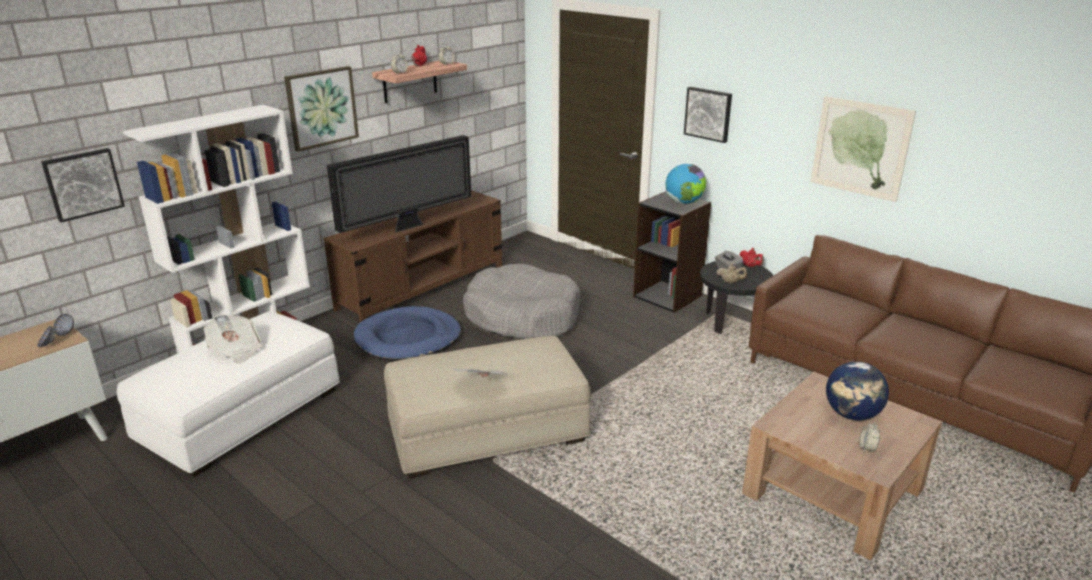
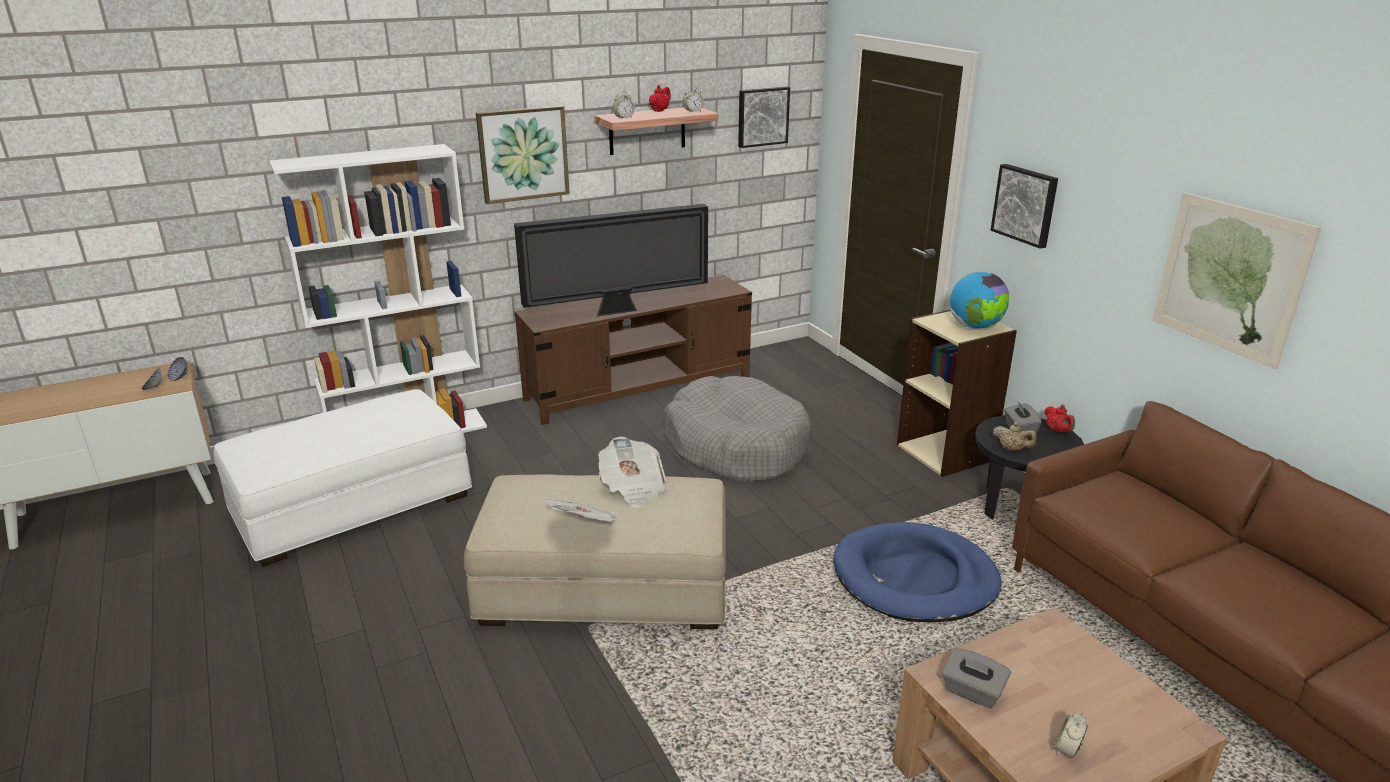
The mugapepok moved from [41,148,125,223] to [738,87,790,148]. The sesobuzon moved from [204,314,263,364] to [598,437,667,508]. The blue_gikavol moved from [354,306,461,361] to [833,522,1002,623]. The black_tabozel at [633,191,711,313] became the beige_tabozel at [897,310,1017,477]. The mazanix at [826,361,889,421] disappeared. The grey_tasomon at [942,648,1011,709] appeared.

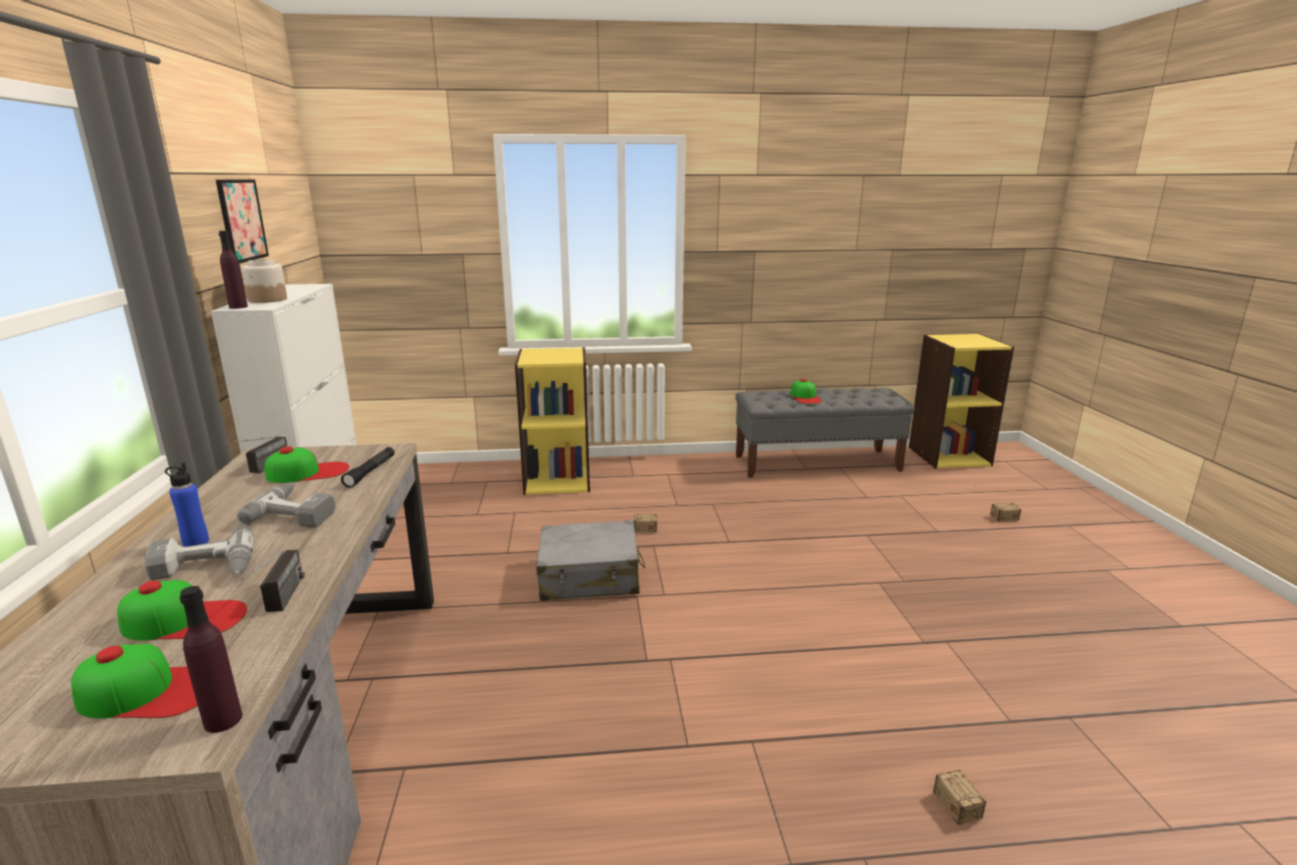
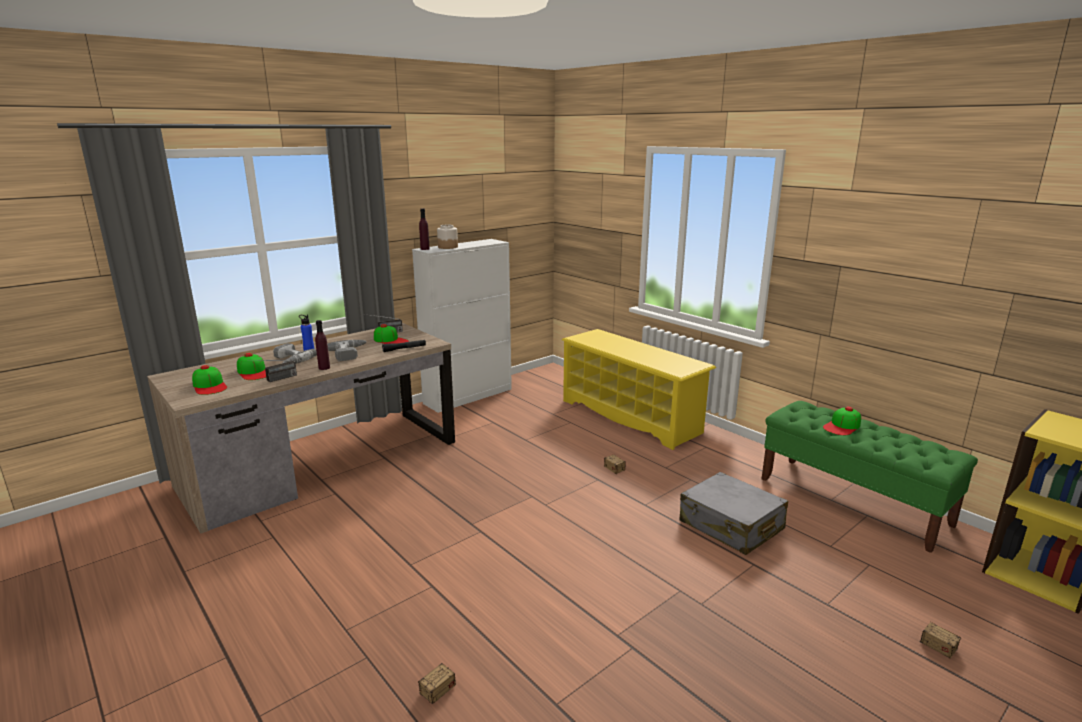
The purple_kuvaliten moved from [180,586,242,733] to [315,320,330,370]. The mugapepok at [216,180,269,264] disappeared. The yellow_tabozel at [515,347,590,495] was replaced by the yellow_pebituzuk at [562,329,716,450]. The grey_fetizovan moved from [536,520,646,601] to [680,472,788,555]. The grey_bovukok at [735,387,915,478] became the green_bovukok at [762,401,978,553].

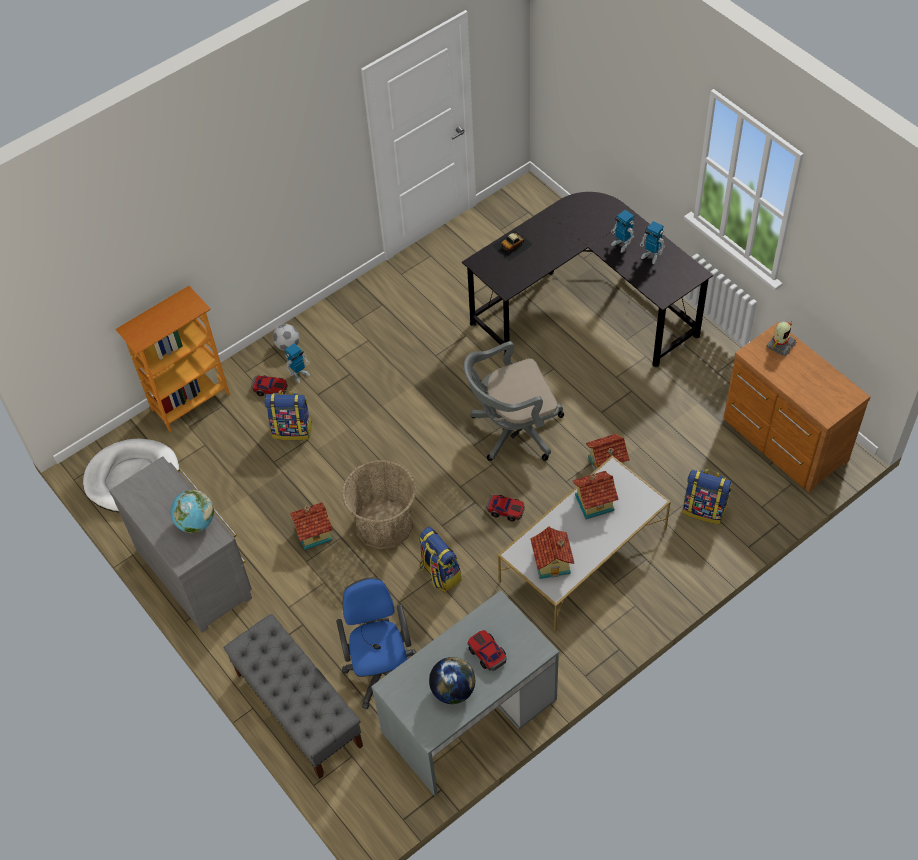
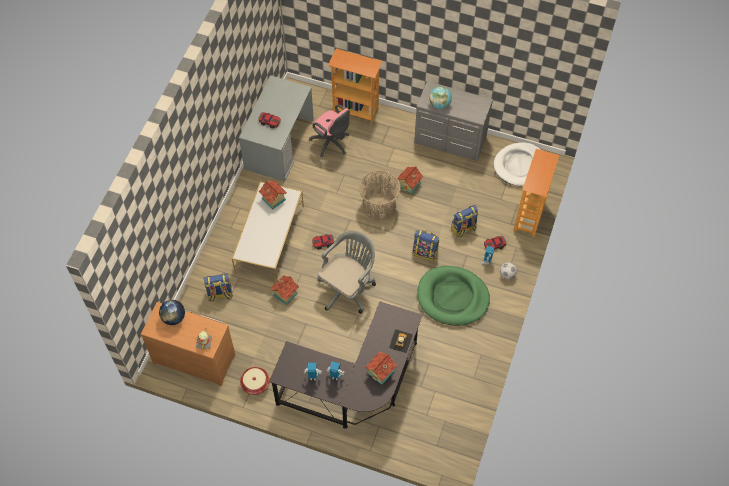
The grey_bovukok at [224,614,363,779] was replaced by the tabozel at [328,49,382,125]. The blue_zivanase at [336,577,417,709] became the pink_zivanase at [309,104,350,157]. The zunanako moved from [418,527,461,592] to [413,230,439,261]. The mazanix moved from [429,657,475,704] to [159,300,185,325]. The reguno moved from [572,471,619,519] to [365,352,397,385]. The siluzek at [240,367,270,395] appeared. The green_gikavol at [418,266,490,326] appeared.

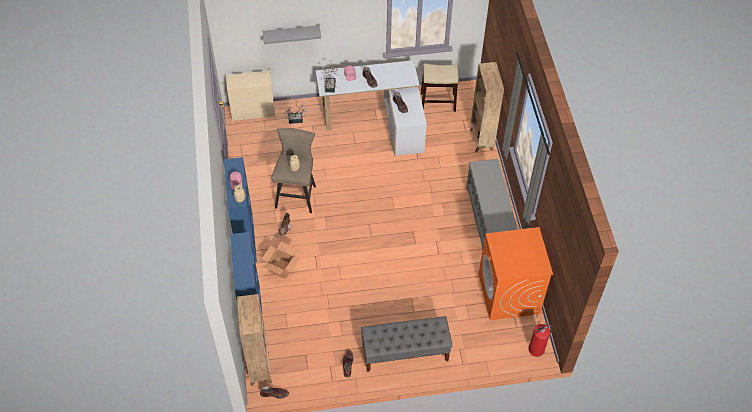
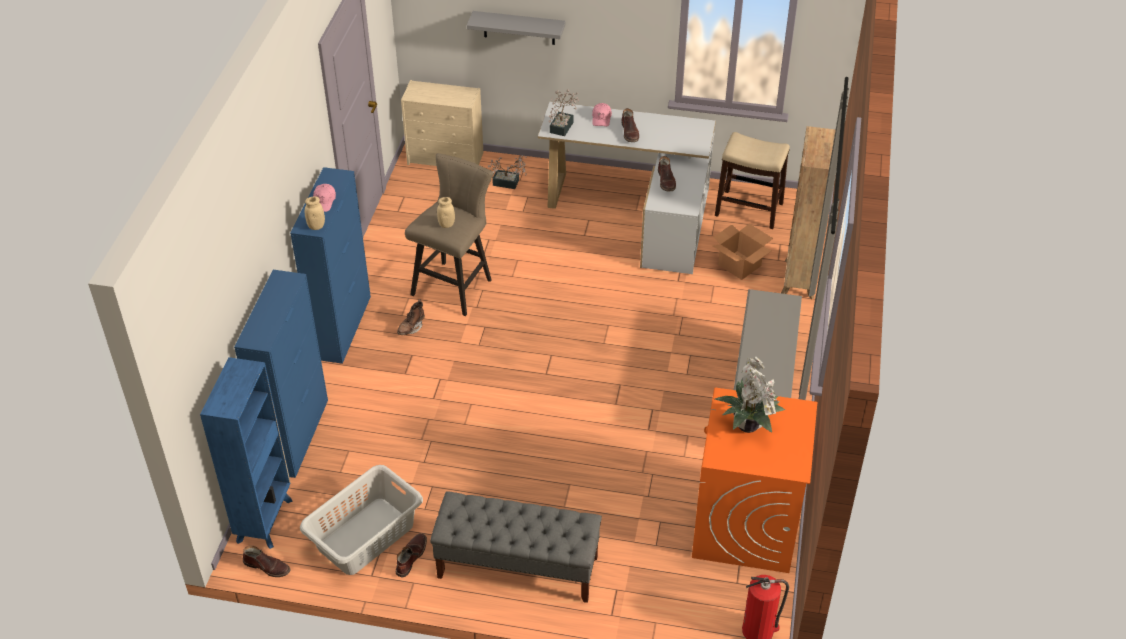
The brown_tabozel at [237,294,272,386] became the blue_tabozel at [200,357,293,549]. The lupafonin moved from [262,242,299,279] to [713,224,773,280]. The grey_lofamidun at [300,465,423,575] appeared. The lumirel at [715,356,785,433] appeared.

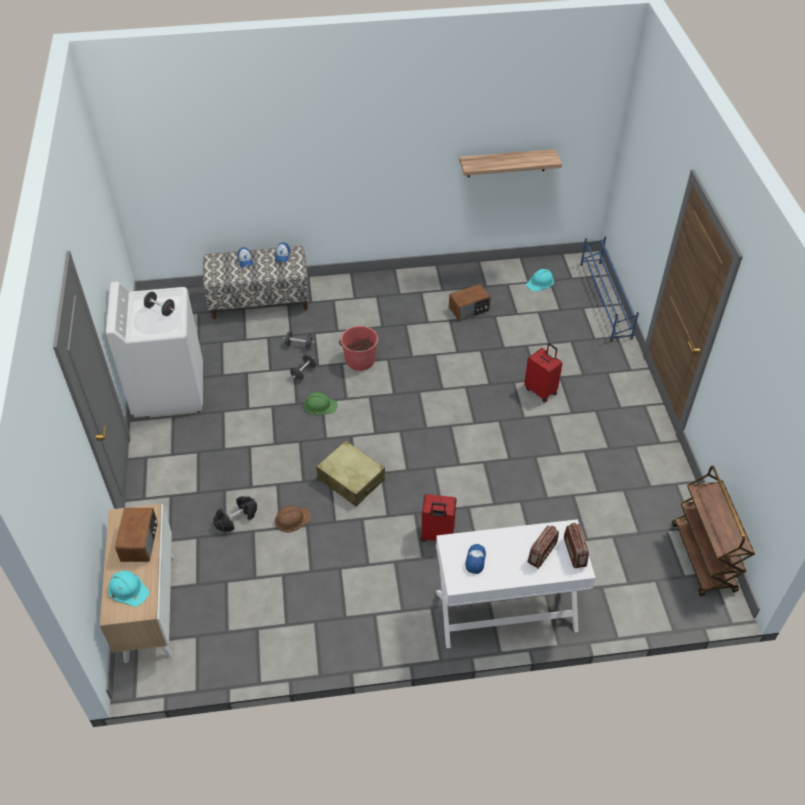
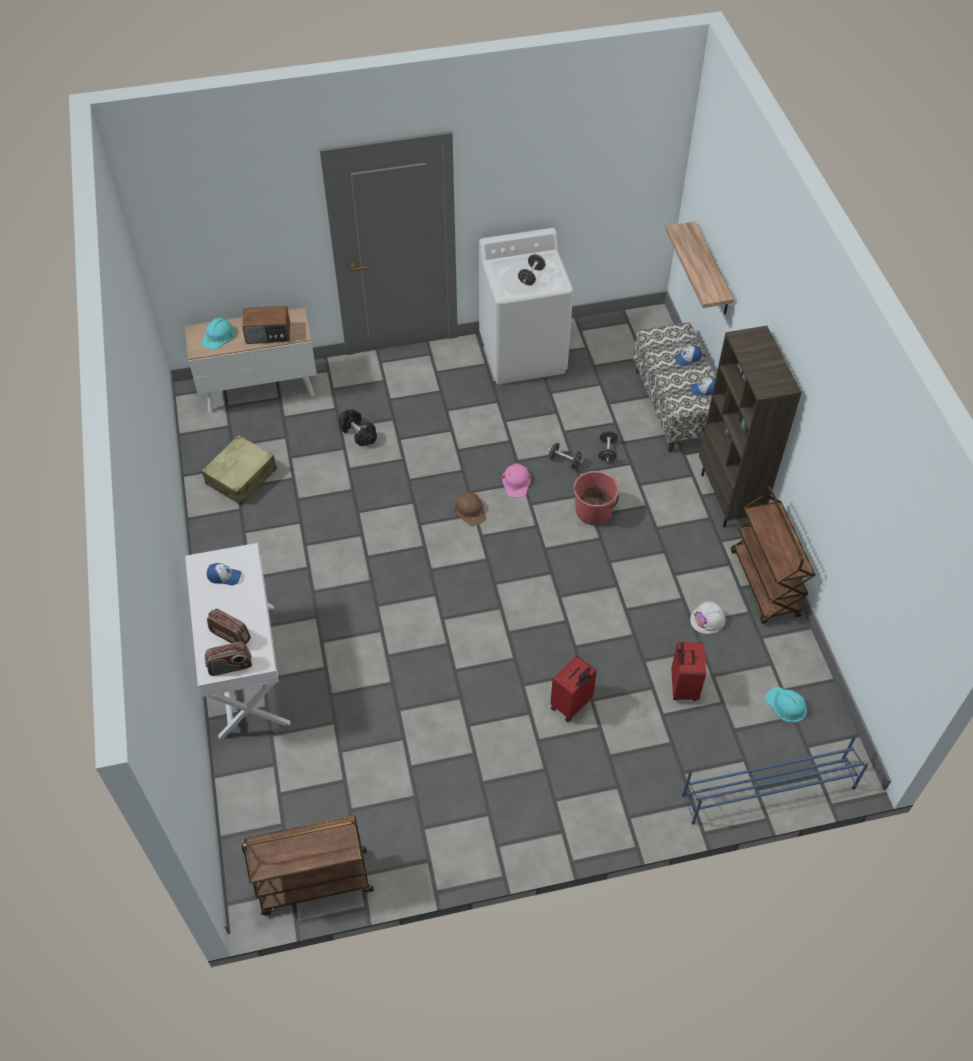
The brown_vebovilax moved from [275,506,312,533] to [454,492,486,526]. The green_vebovilax at [304,392,337,415] became the pink_vebovilax at [502,463,531,498]. The beige_fetizovan moved from [316,441,385,506] to [202,435,277,505]. The red_fetizovan moved from [421,494,456,542] to [671,642,706,701]. The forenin at [449,284,491,321] was replaced by the white_vebovilax at [690,602,726,634]. The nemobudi moved from [459,149,562,177] to [665,221,734,314]. The brown_tabozel at [699,326,802,527] appeared. The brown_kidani at [731,486,815,624] appeared.

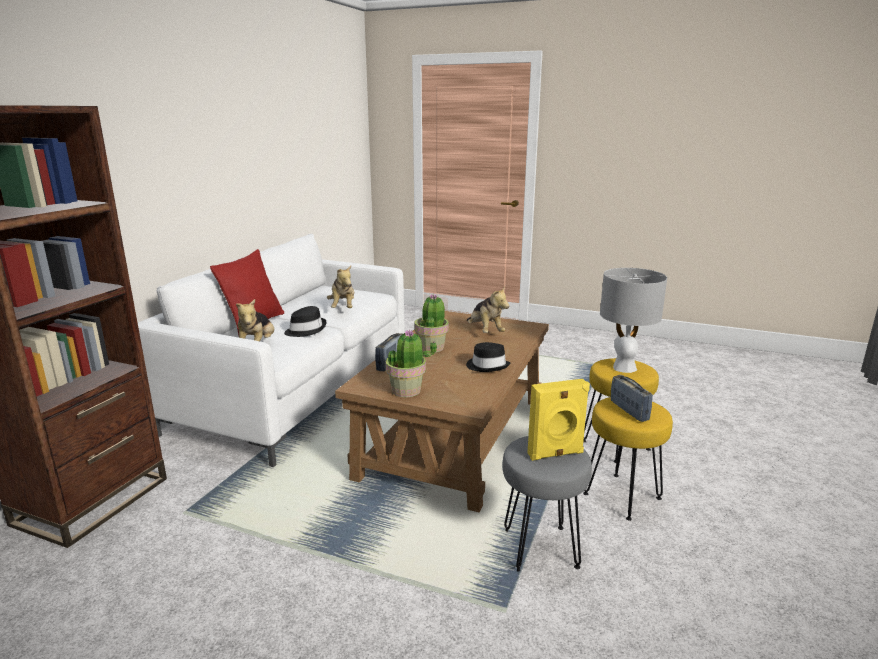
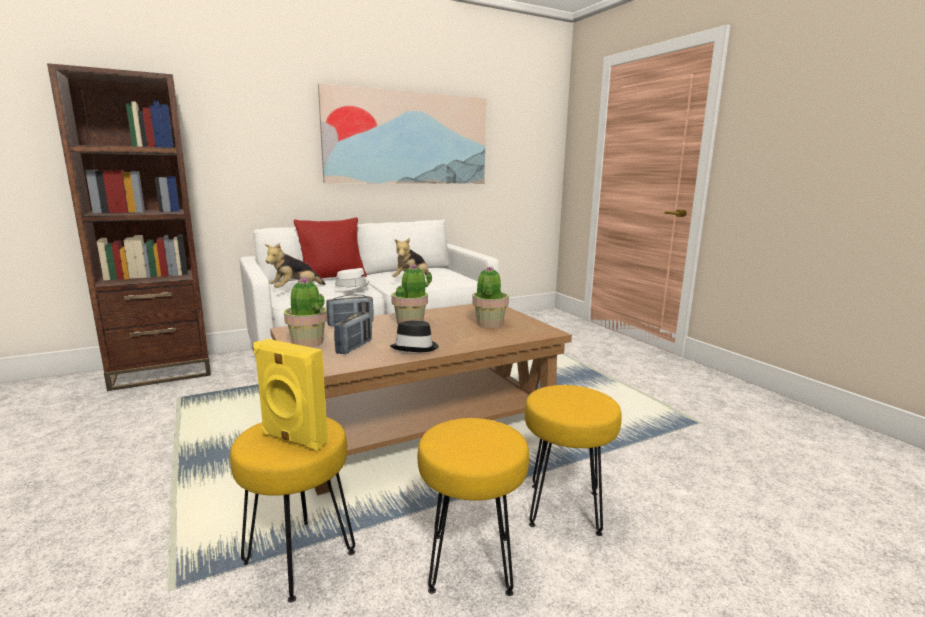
The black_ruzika at [284,306,327,337] became the white_ruzika at [331,268,369,291]. The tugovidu at [467,286,509,333] was replaced by the lumirel at [472,266,509,328]. The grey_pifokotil at [503,436,592,572] became the yellow_pifokotil at [230,417,355,603]. The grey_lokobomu at [600,268,667,373] disappeared. The forenin moved from [611,375,653,422] to [334,312,372,354]. The mugapepok at [318,83,486,184] appeared.

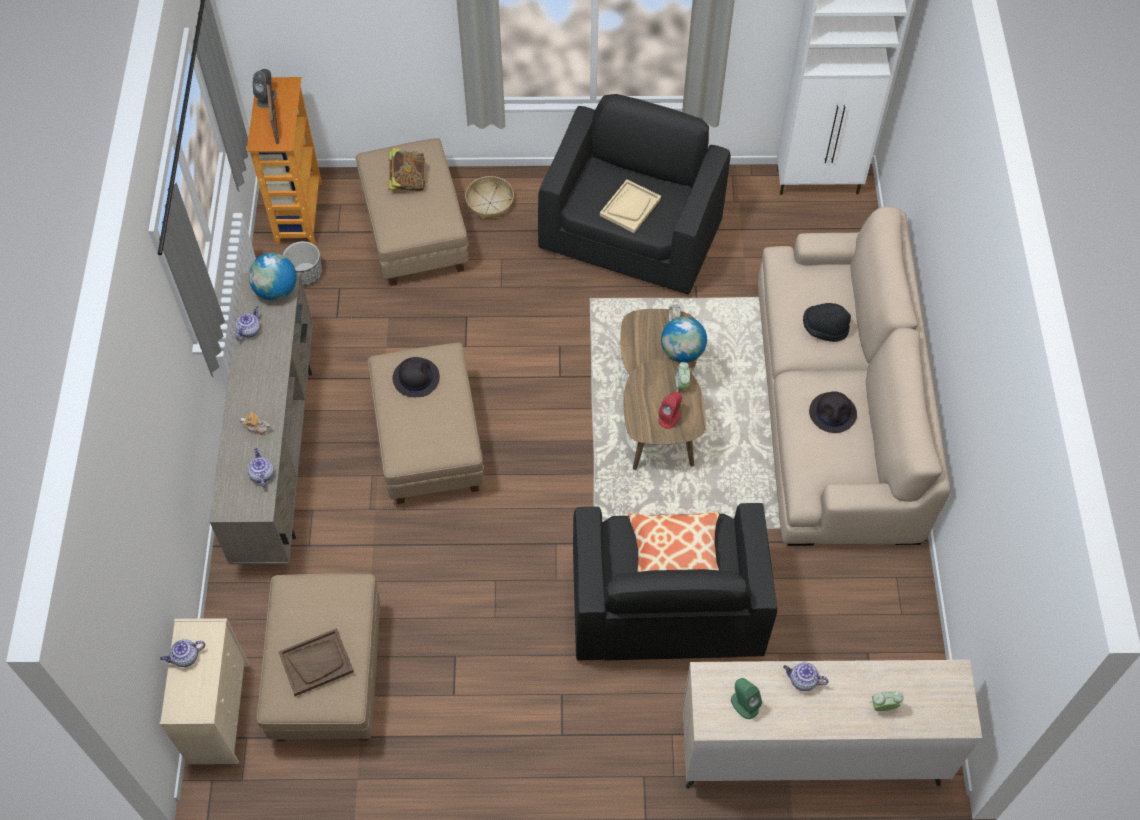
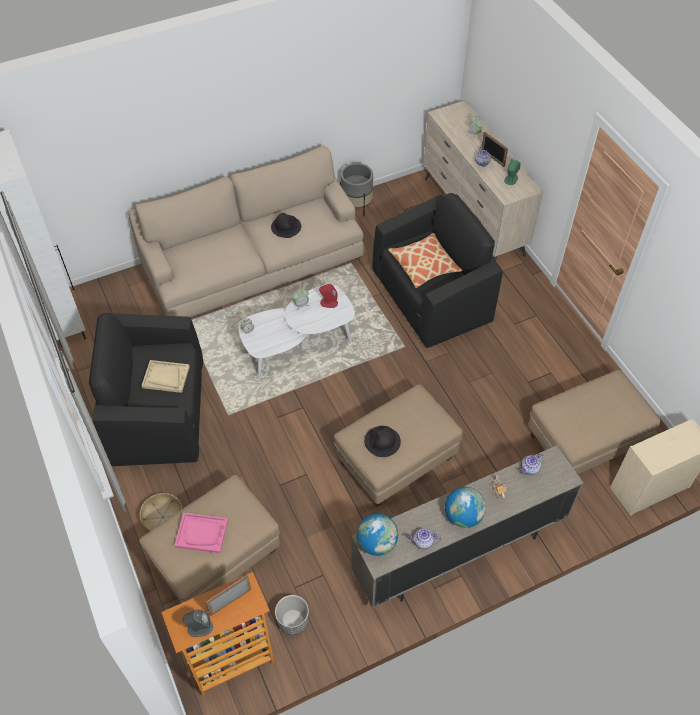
The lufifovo at [160,639,205,667] disappeared. The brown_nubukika at [278,628,354,696] disappeared. The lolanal at [388,148,425,191] was replaced by the pink_nubukika at [174,513,228,553]. The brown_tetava at [620,309,706,470] became the white_tetava at [238,284,355,378]. The mazanix moved from [661,317,707,363] to [445,487,486,528]. The black_ruzika at [803,303,851,342] disappeared. The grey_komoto at [340,163,373,216] appeared. The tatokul at [482,132,508,167] appeared.

